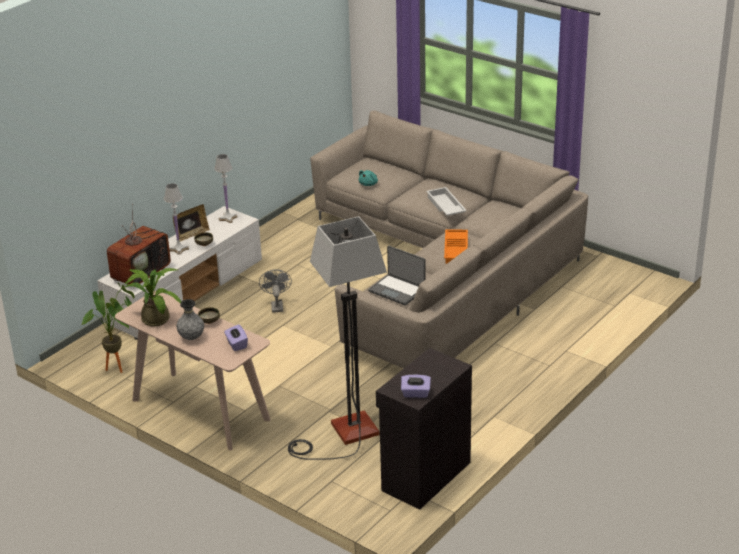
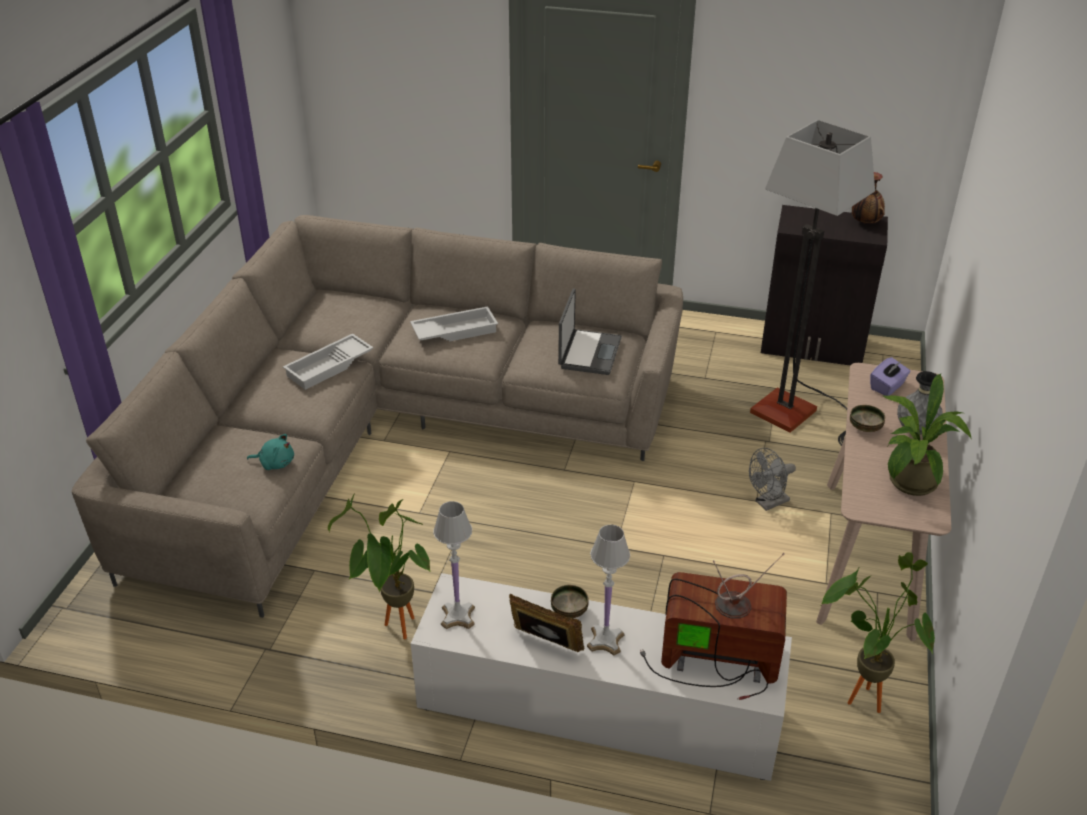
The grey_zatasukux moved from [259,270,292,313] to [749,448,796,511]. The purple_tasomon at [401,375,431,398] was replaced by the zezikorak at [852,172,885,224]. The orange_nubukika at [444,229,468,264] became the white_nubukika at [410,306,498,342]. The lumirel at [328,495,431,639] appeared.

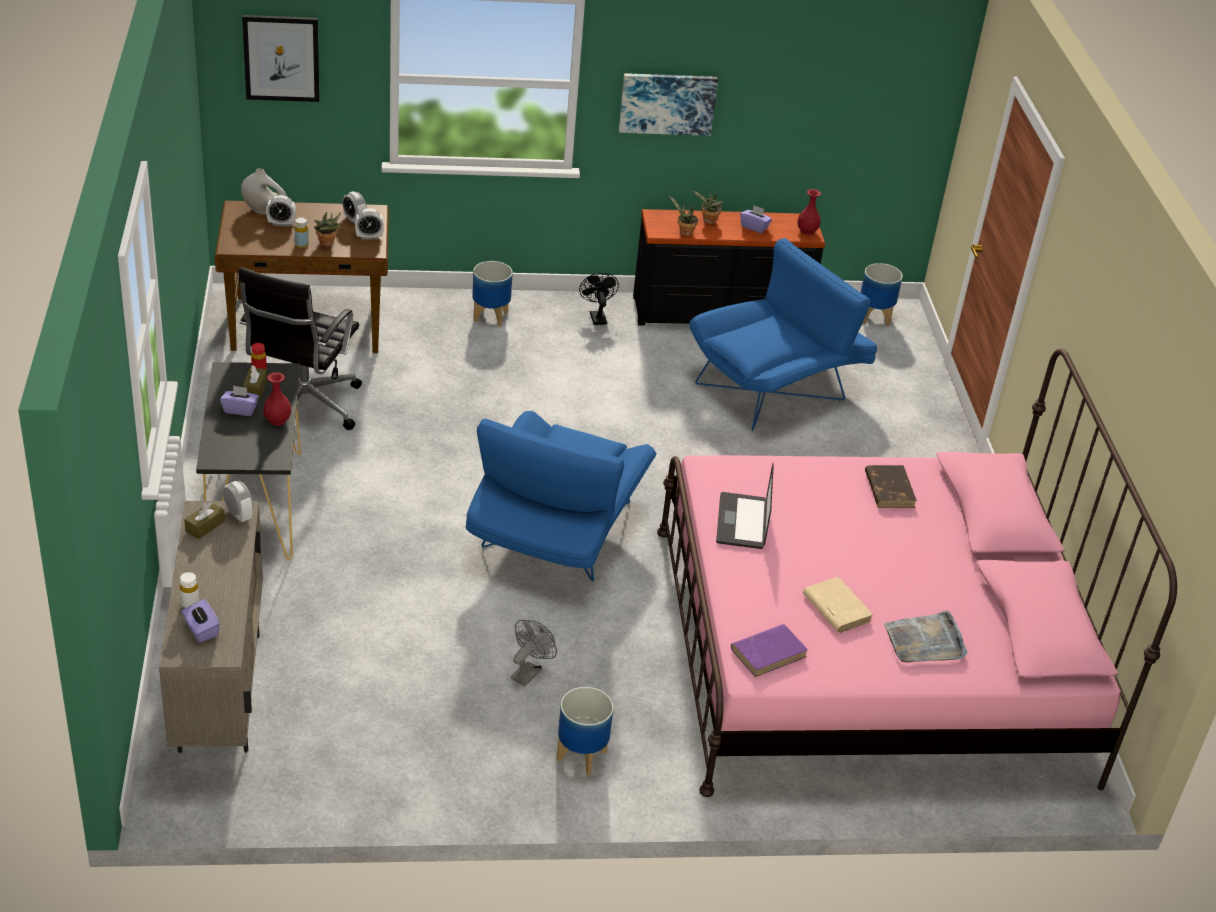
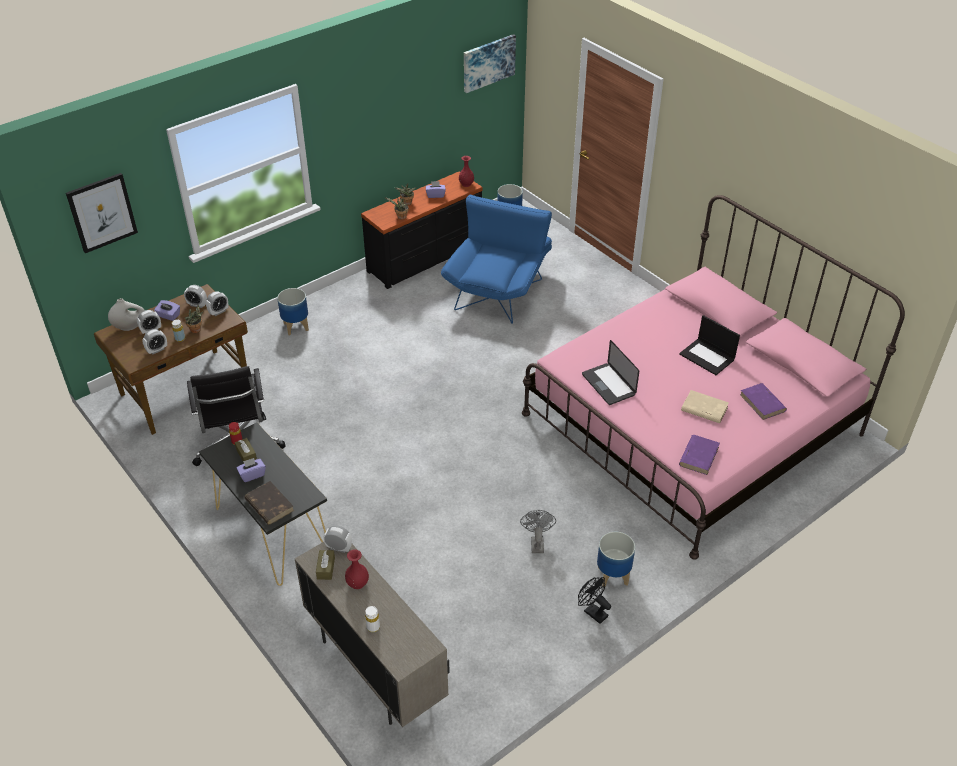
The purple_tasomon moved from [182,599,220,643] to [154,300,180,321]. The red_zezikorak moved from [263,372,291,426] to [345,549,369,589]. The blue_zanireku at [466,411,657,582] disappeared. The black_zatasukux moved from [579,273,619,325] to [578,577,611,624]. The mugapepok moved from [619,73,718,136] to [464,34,516,93]. The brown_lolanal moved from [865,465,917,508] to [244,481,294,525]. The grey_nubukika at [884,610,967,663] was replaced by the purple_lolanal at [740,383,787,420]. The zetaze at [142,329,167,354] appeared. The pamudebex at [679,315,740,375] appeared.

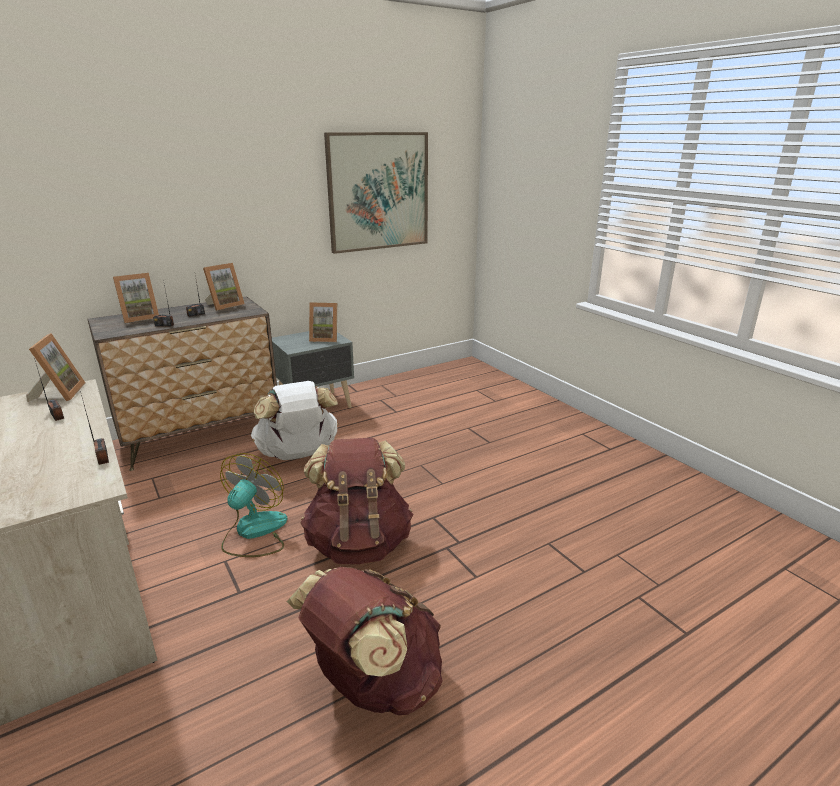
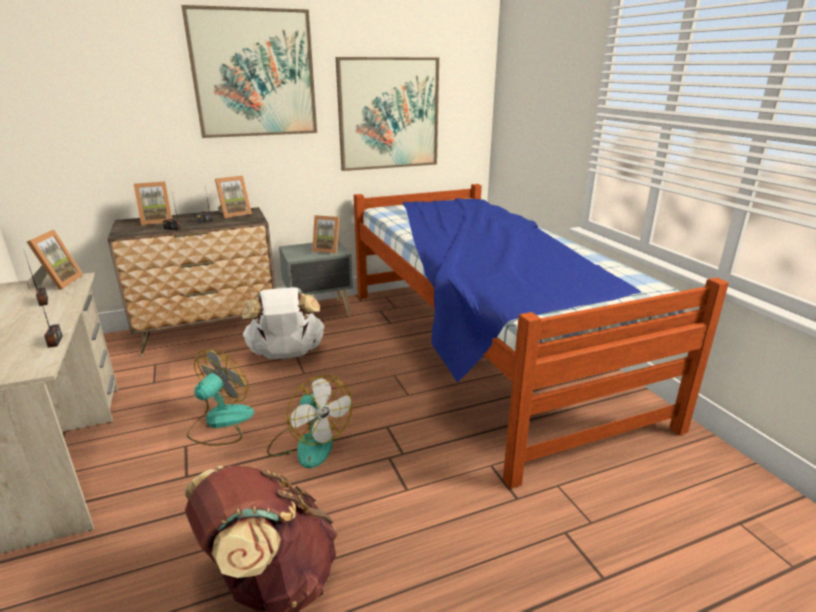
The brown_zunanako at [300,438,413,564] was replaced by the zatasukux at [267,375,352,468]. The mugapepok at [181,5,317,138] appeared. The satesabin at [354,184,729,489] appeared.

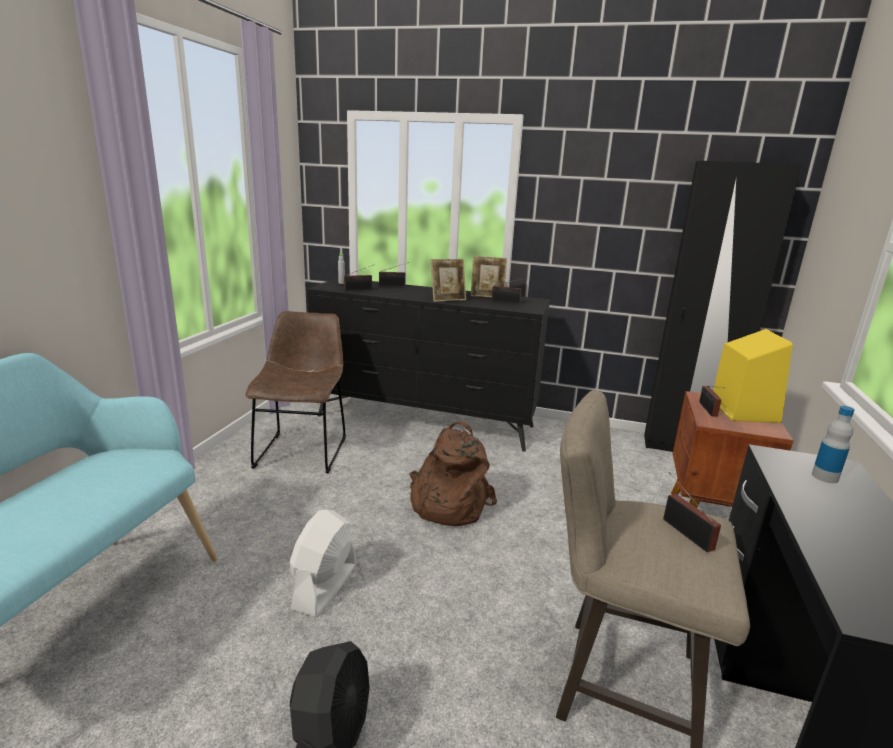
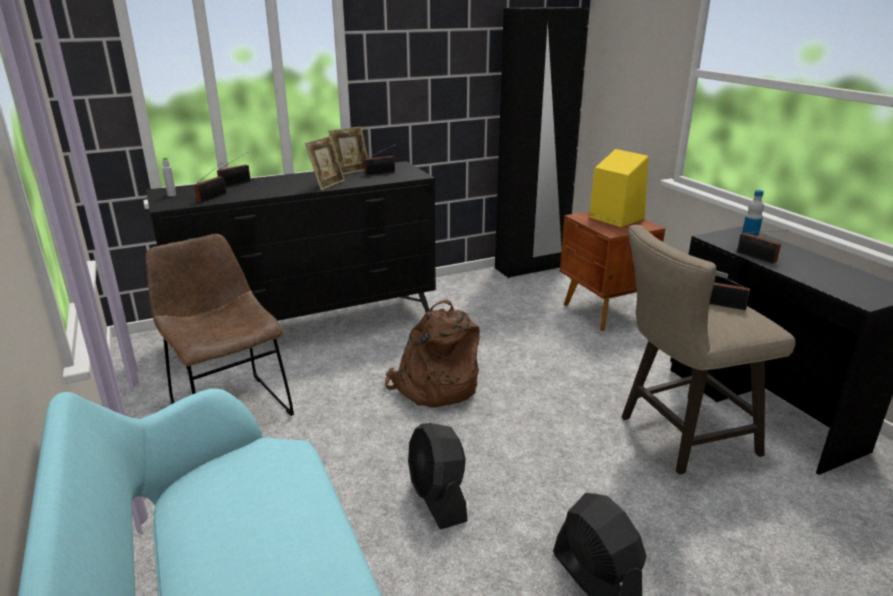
The white_zatasukux at [290,510,357,617] became the black_zatasukux at [408,423,467,530]. The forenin moved from [699,386,723,417] to [737,230,789,264].

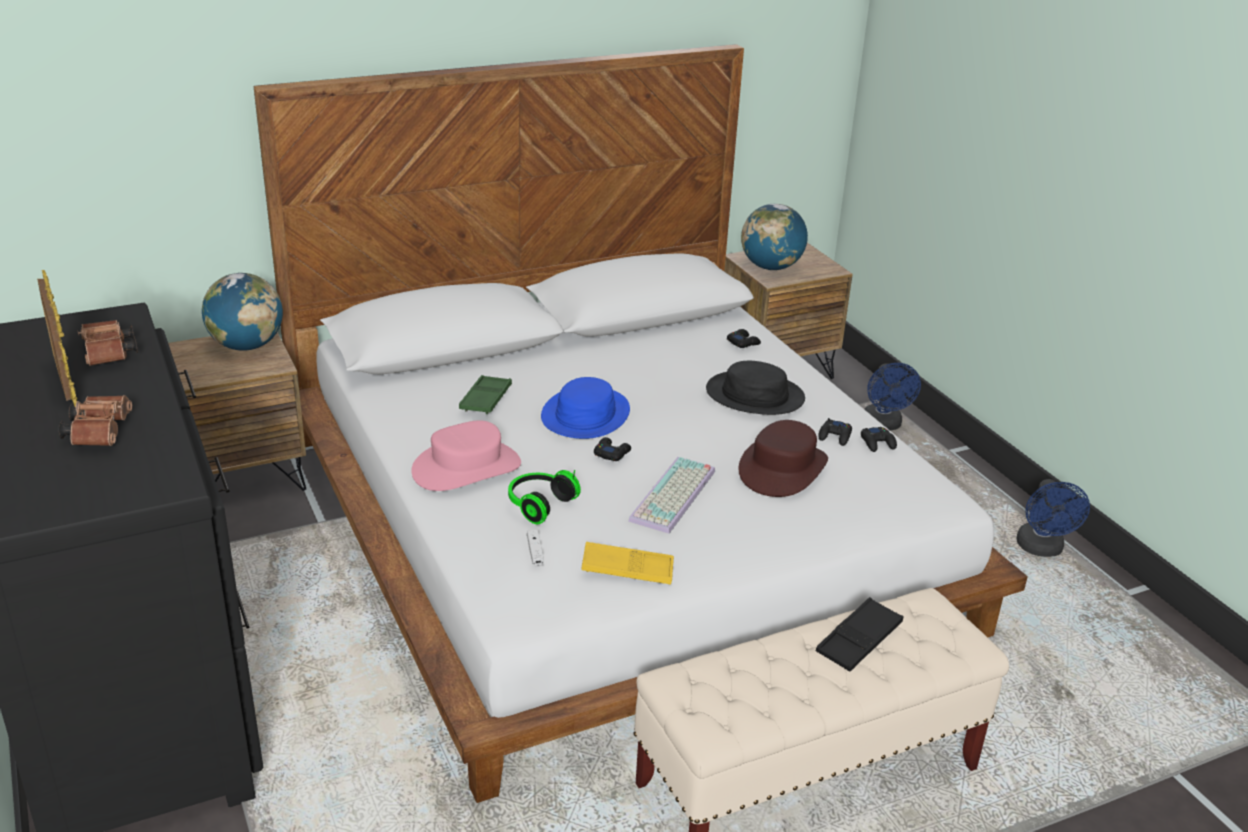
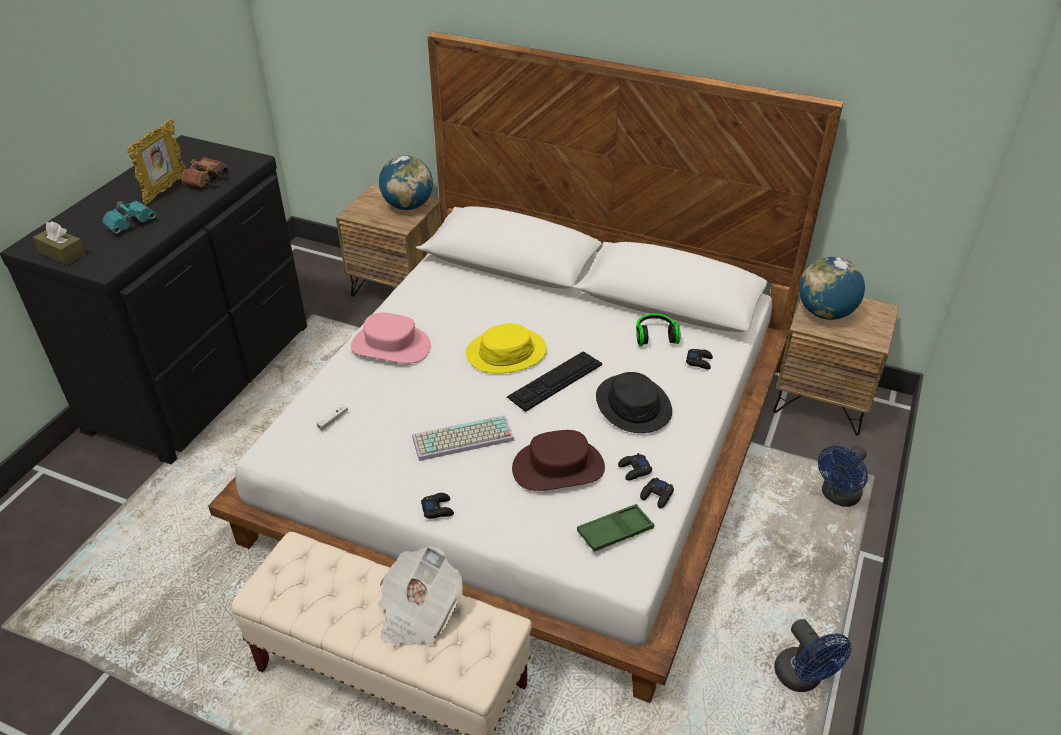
The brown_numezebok at [58,395,132,446] became the turquoise_numezebok at [102,201,156,234]. The green_nubukika moved from [459,375,512,414] to [577,504,654,552]. The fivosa moved from [508,470,581,524] to [636,314,681,346]. The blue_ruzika at [541,377,630,439] became the yellow_ruzika at [466,323,547,373]. The yellow_nubukika at [581,542,674,585] disappeared. The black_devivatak moved from [594,437,631,461] to [421,493,454,519]. The black_nubukika at [816,597,904,672] was replaced by the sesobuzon at [378,546,463,645]. The blue_zatasukux at [1016,479,1090,557] turned 75 degrees counterclockwise. The brown_tasomon at [33,221,86,265] appeared. The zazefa at [507,351,602,412] appeared.

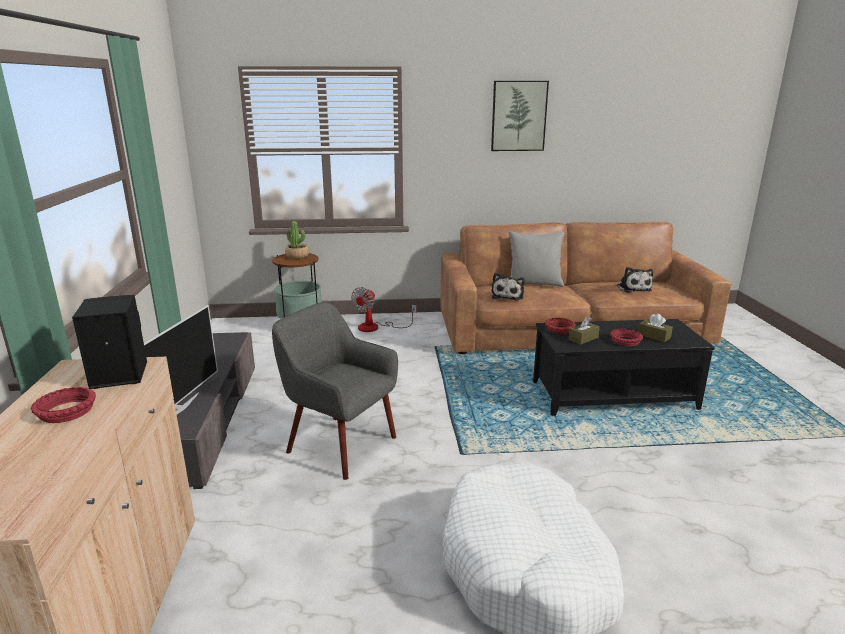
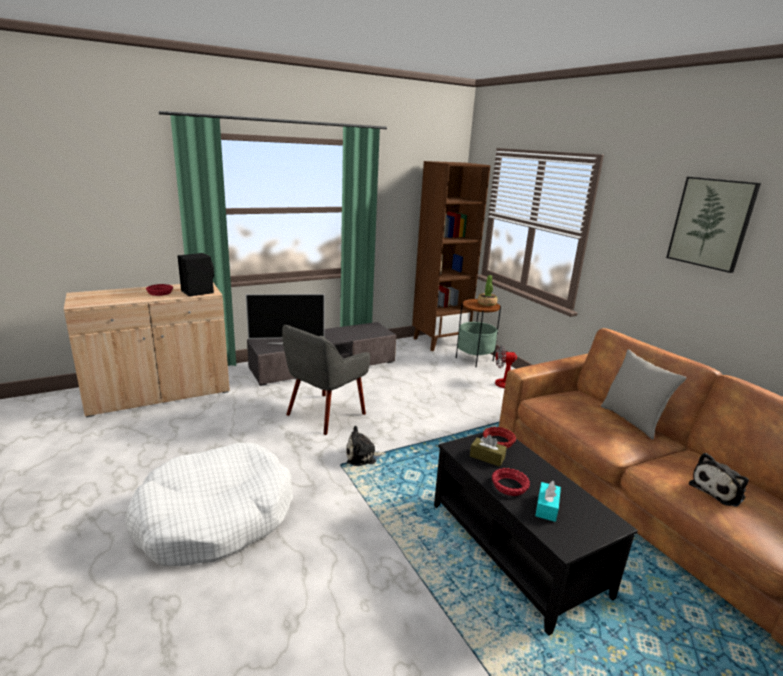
The grey_zanireku at [272,302,398,480] turned 150 degrees counterclockwise. The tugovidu moved from [492,273,525,300] to [346,426,386,466]. The brown_tasomon at [638,313,673,342] became the turquoise_tasomon at [535,481,561,522]. The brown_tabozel at [412,161,491,351] appeared.

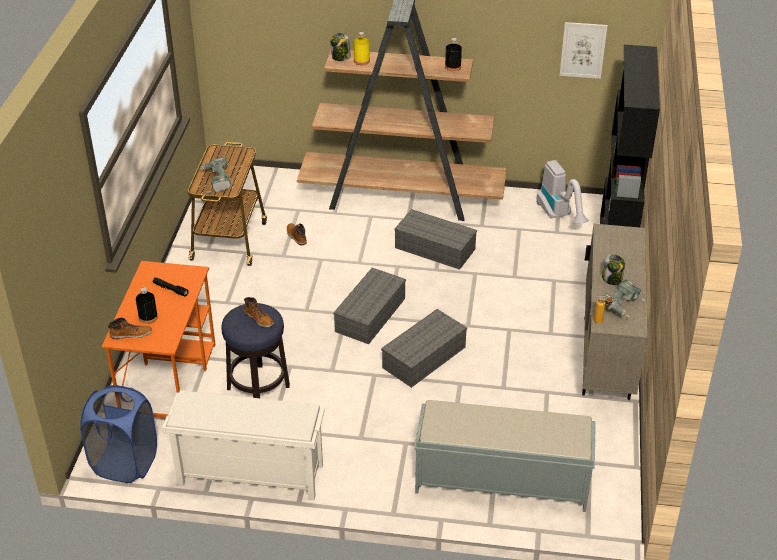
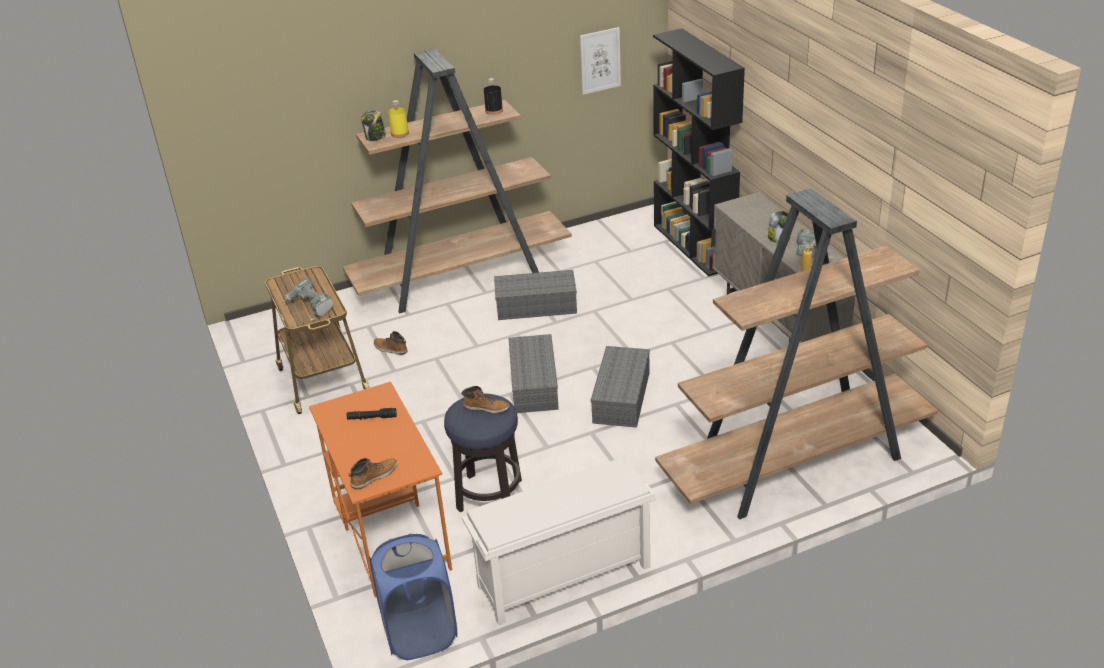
The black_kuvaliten at [136,287,158,324] disappeared. The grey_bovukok at [414,400,596,512] was replaced by the brown_tabozel at [655,188,938,520]. The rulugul at [536,160,589,224] disappeared.

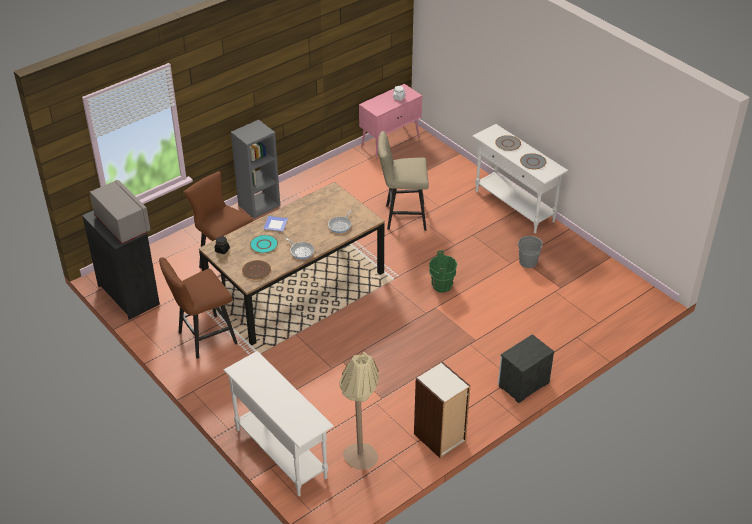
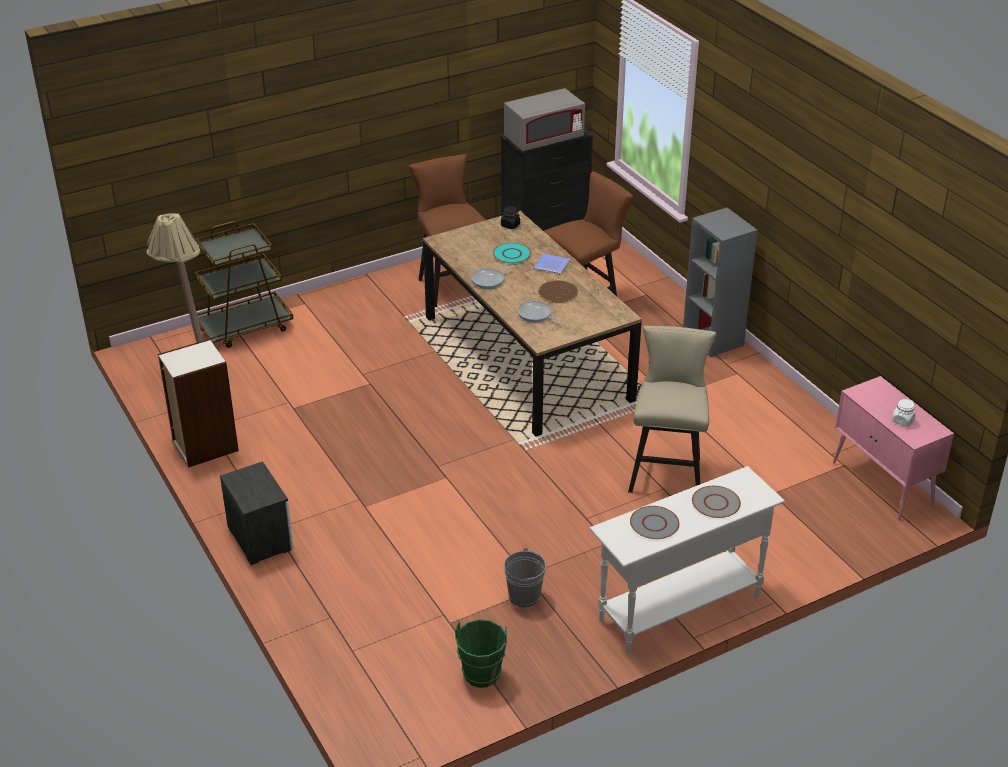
The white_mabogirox at [224,351,334,496] was replaced by the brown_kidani at [195,221,293,348]. The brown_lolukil moved from [242,260,271,280] to [538,280,578,303]. The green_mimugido moved from [429,250,457,293] to [455,619,507,688].

